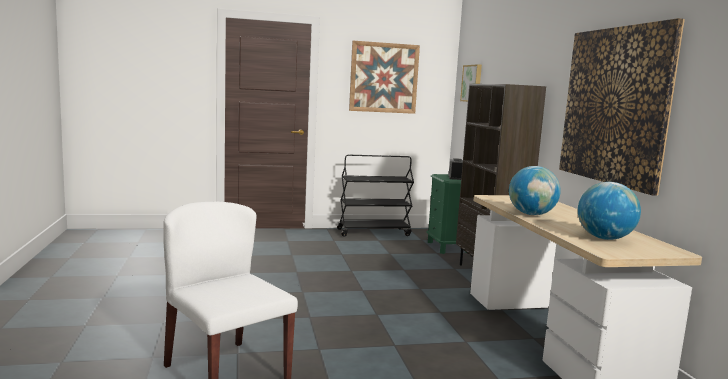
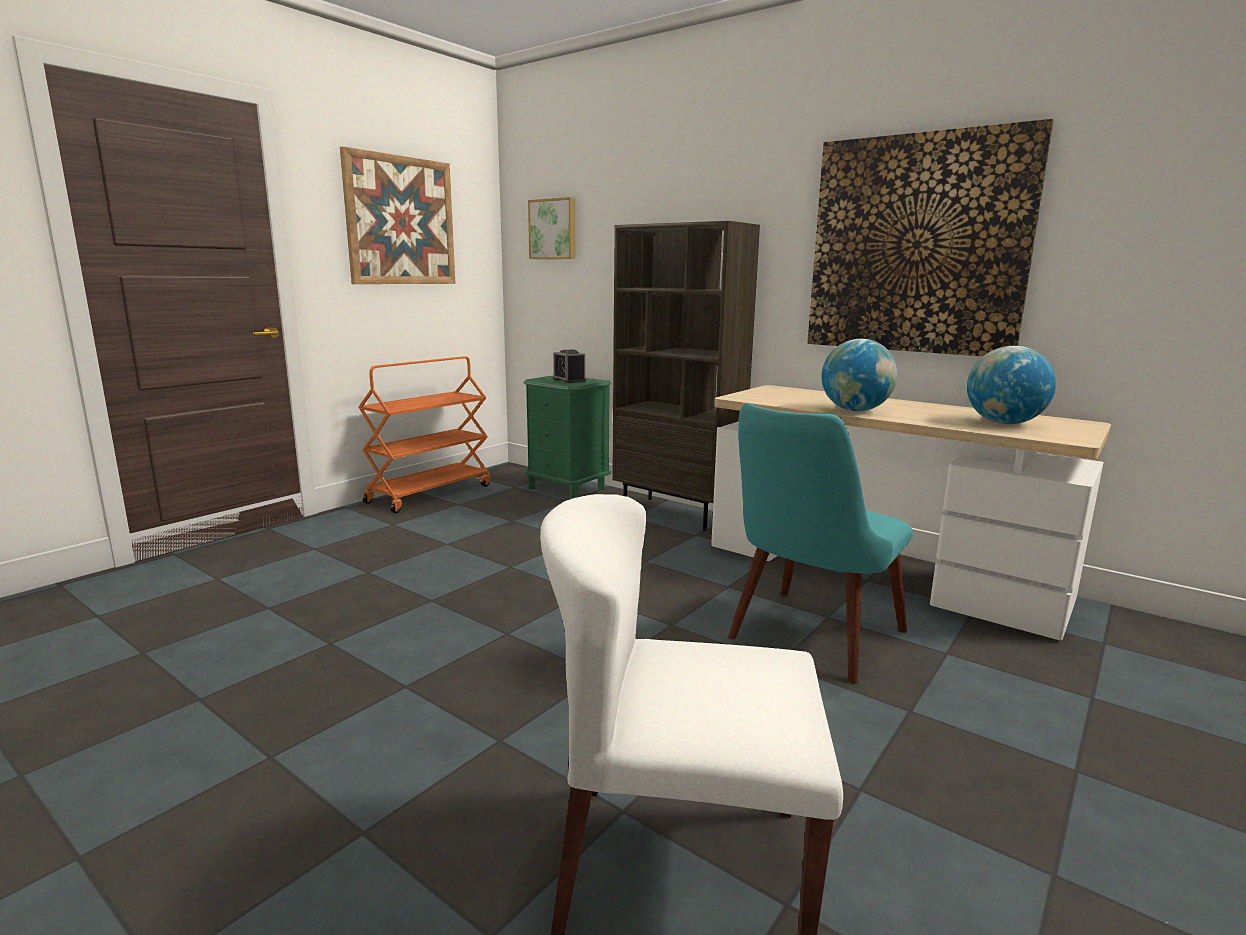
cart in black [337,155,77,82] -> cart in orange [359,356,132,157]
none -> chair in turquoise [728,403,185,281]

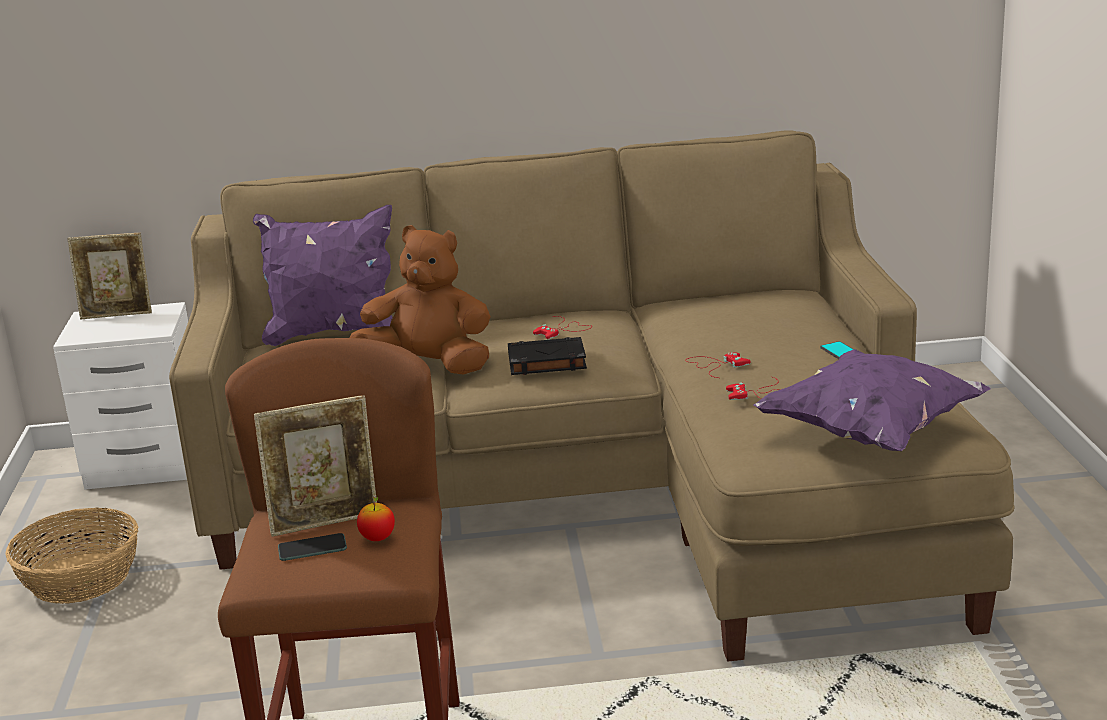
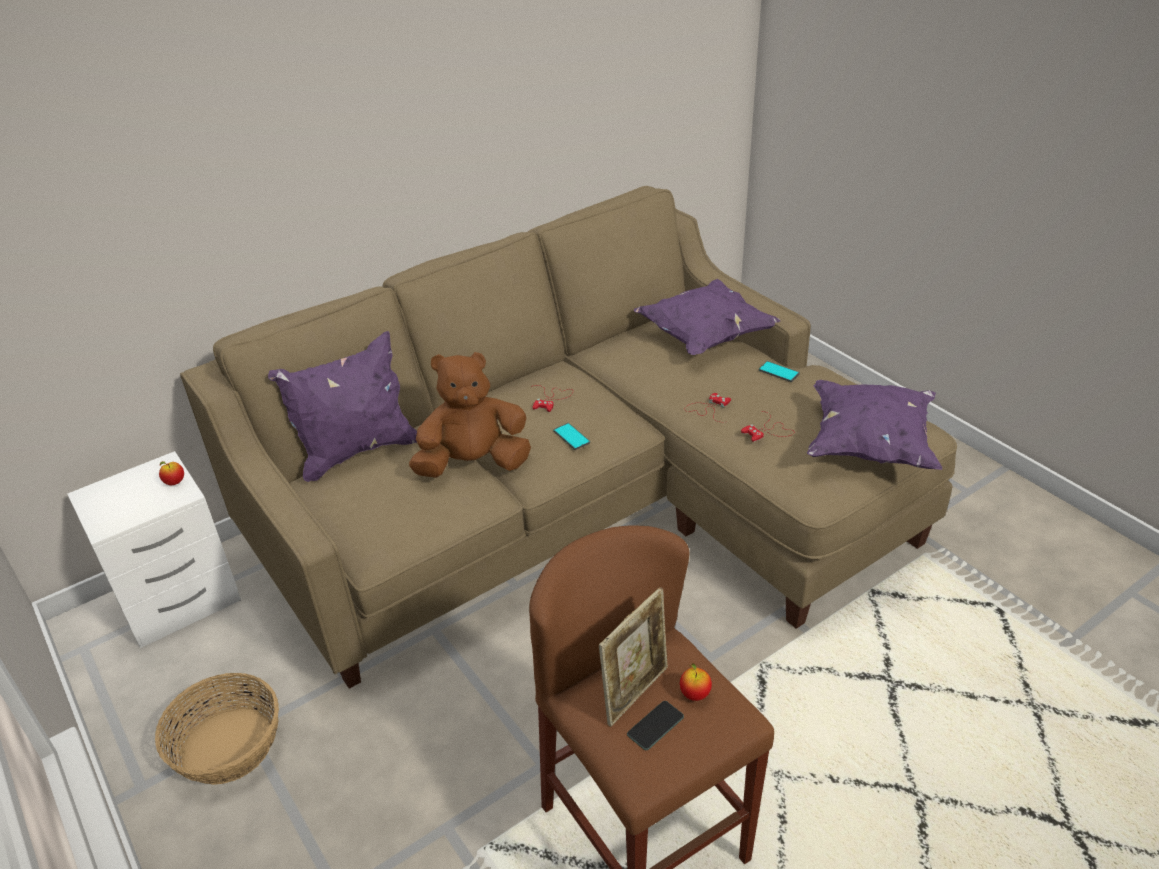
none -> apple [159,461,25,24]
book in black [508,337,79,38] -> phone [553,423,37,27]
none -> pillow in purple [634,279,147,76]
picture frame [67,233,85,87] -> none

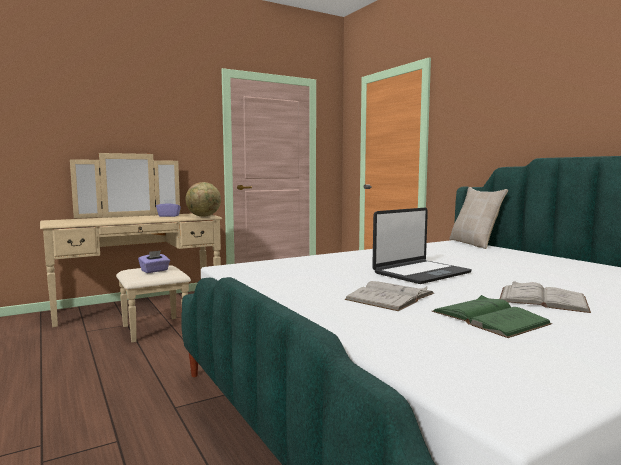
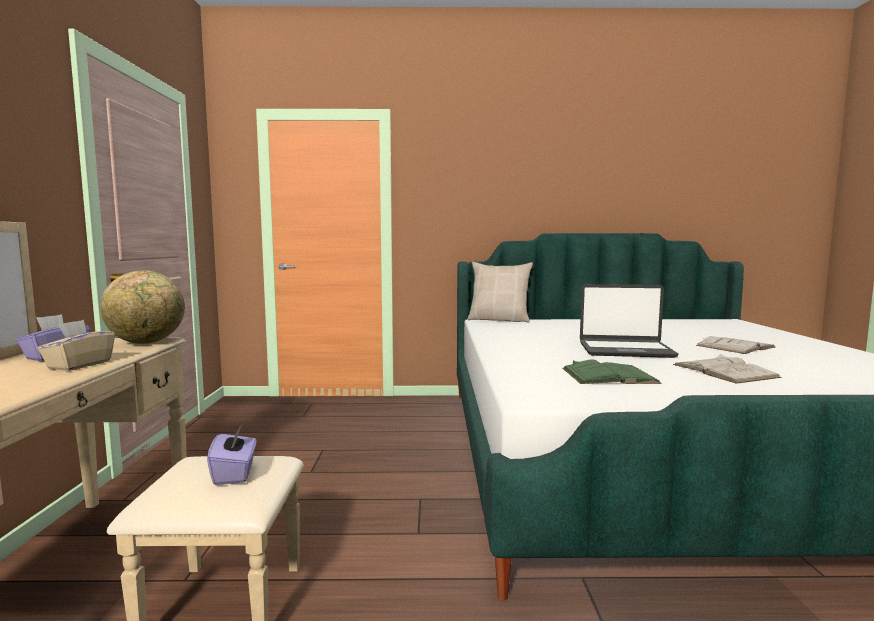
none -> tissue box in beige [38,320,77,51]
book in green [432,295,120,43] -> book in green [562,359,99,25], moved
laptop [372,208,100,76] -> laptop [580,284,99,74], 105 degrees clockwise

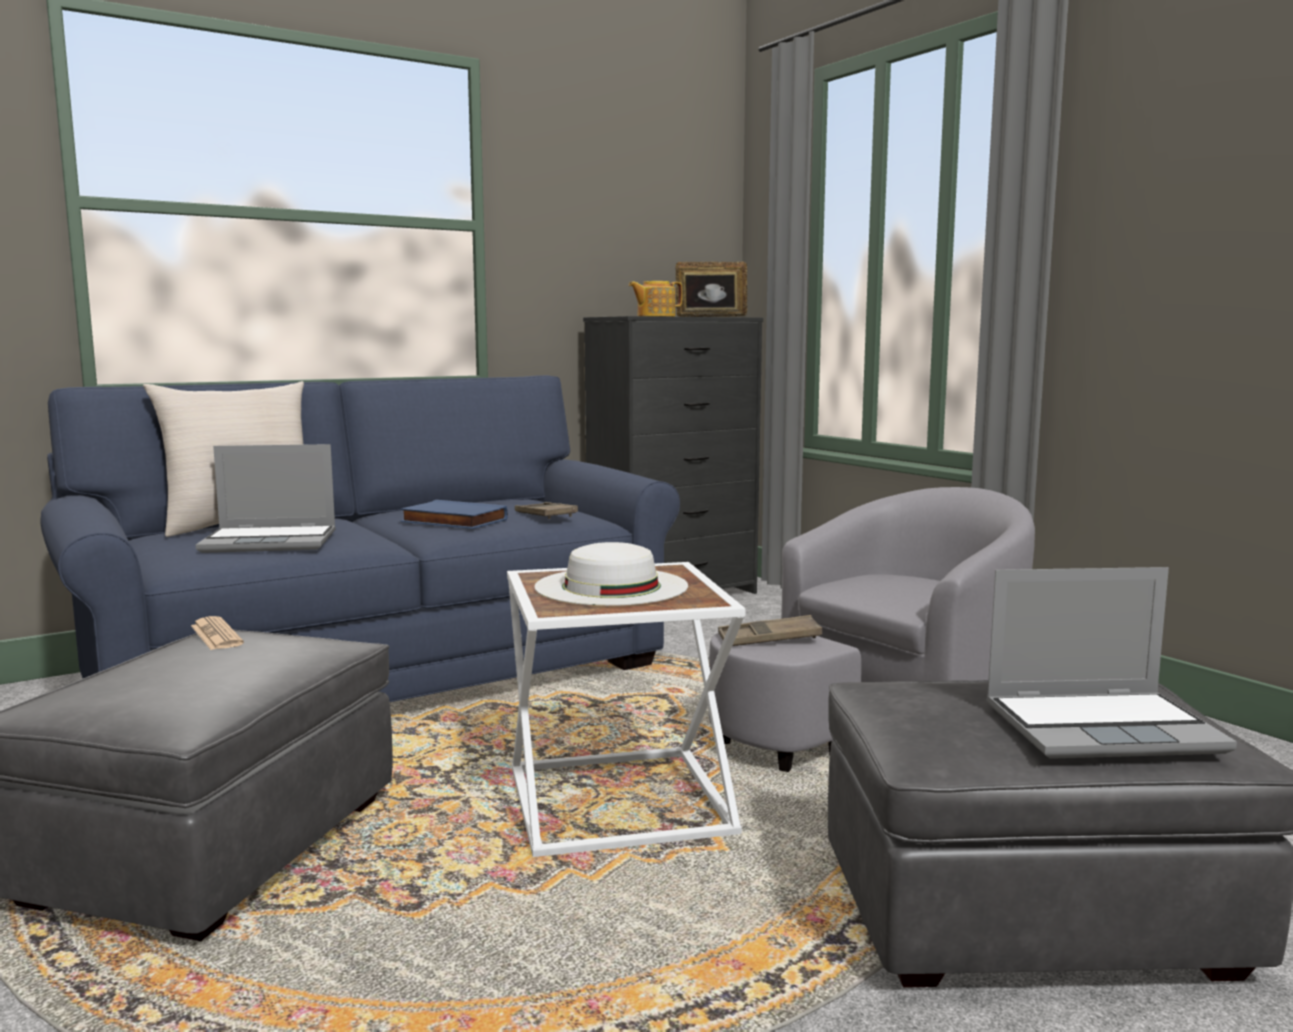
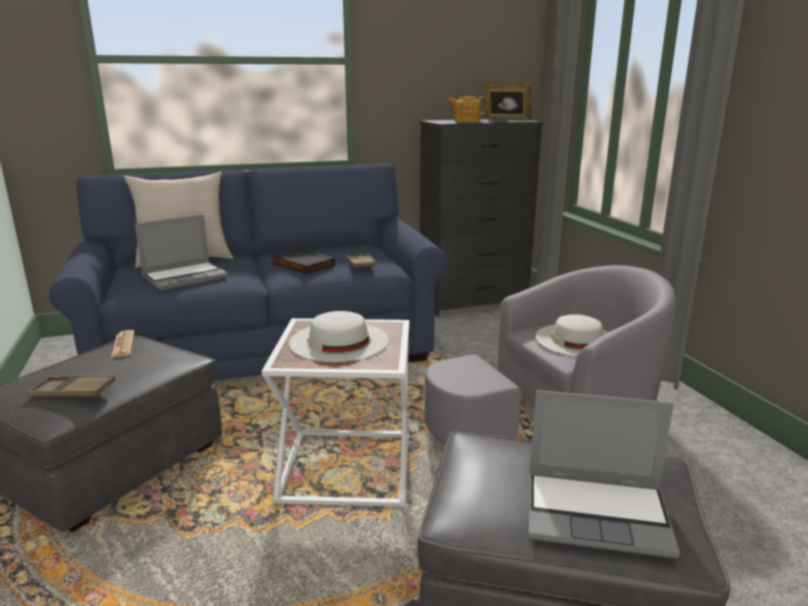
tray in brown [718,615,104,31] -> tray in brown [26,375,90,22], moved
laptop [196,444,140,109] -> laptop [135,215,93,75], 45 degrees counterclockwise
book in blue [400,500,108,29] -> book in black [271,248,64,26]
none -> hat in white [535,314,73,42]

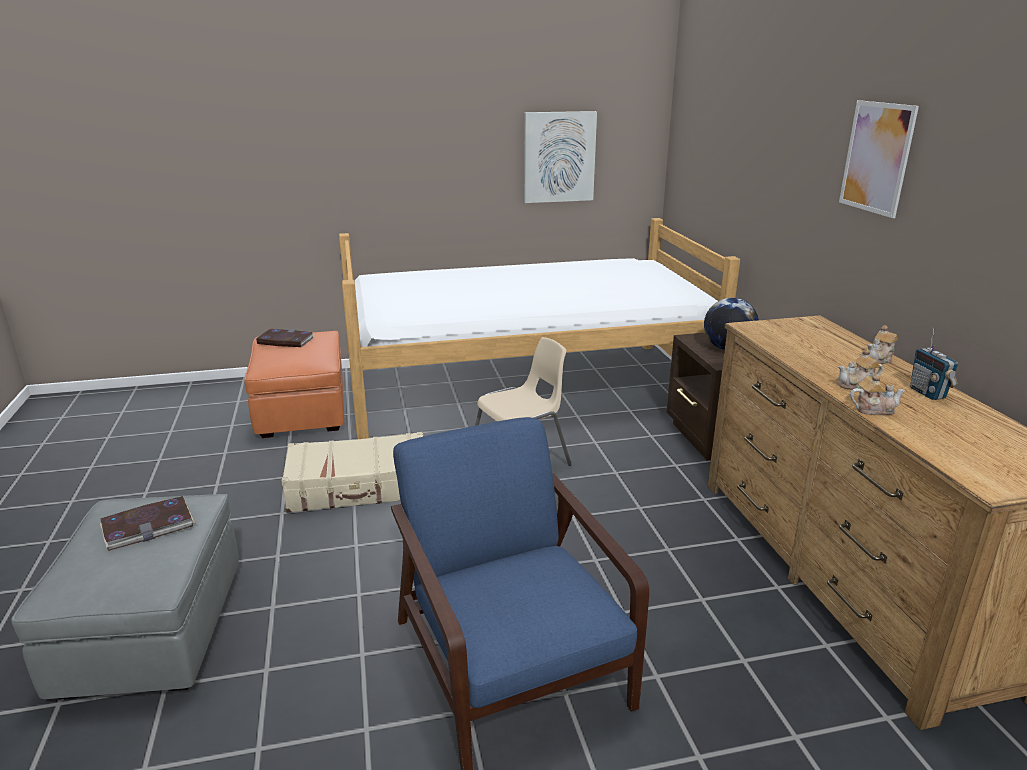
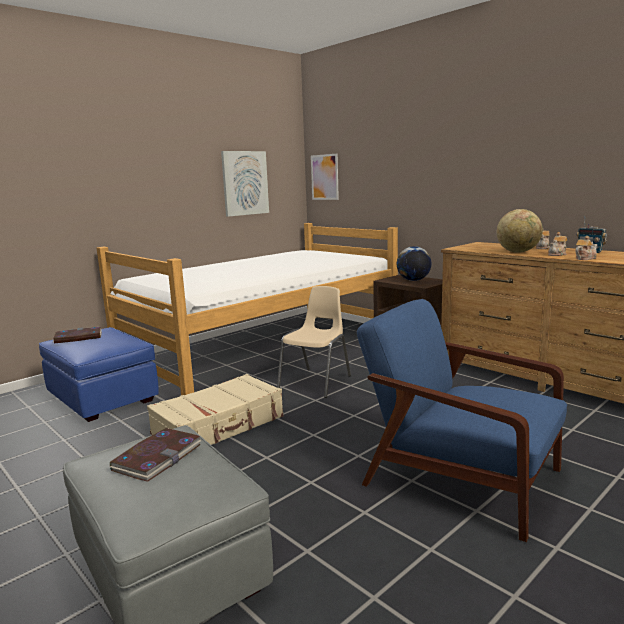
ottoman in orange [244,331,100,107] -> ottoman in blue [39,327,120,95]
picture [839,100,80,118] -> picture [311,154,28,46], moved
none -> globe [497,209,46,44]

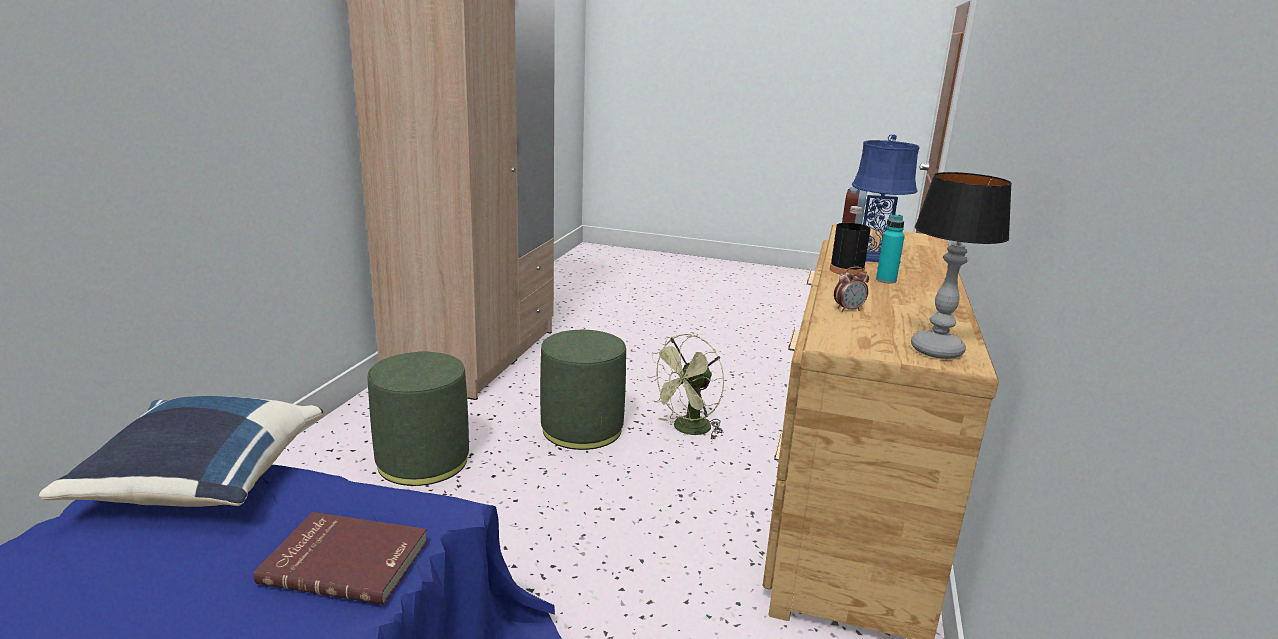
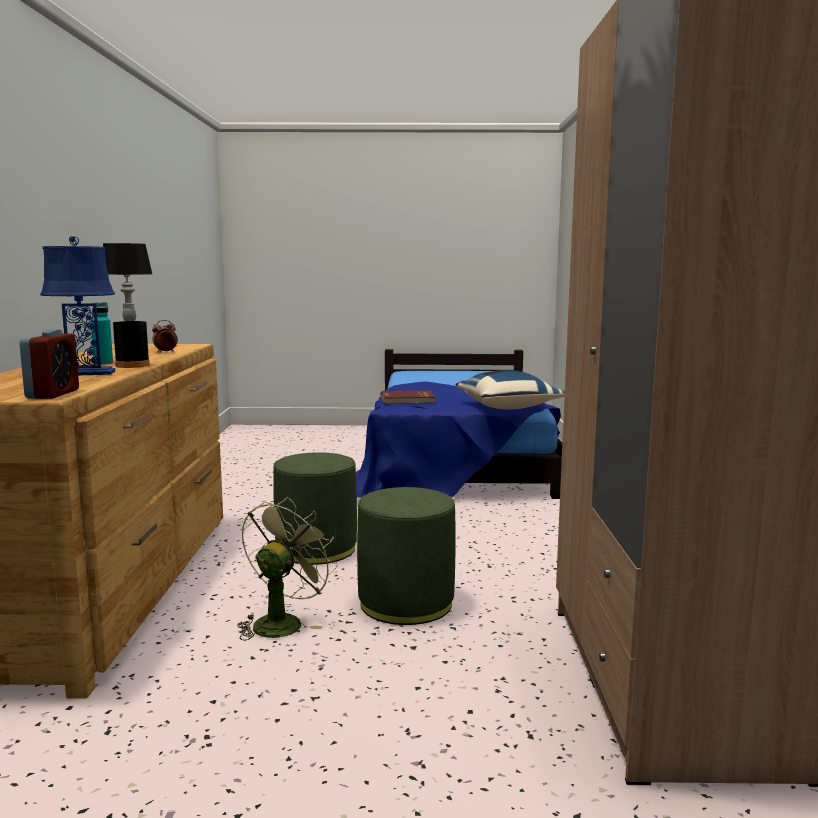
ottoman in green [368,352,101,134] -> ottoman in green [273,452,84,113], moved

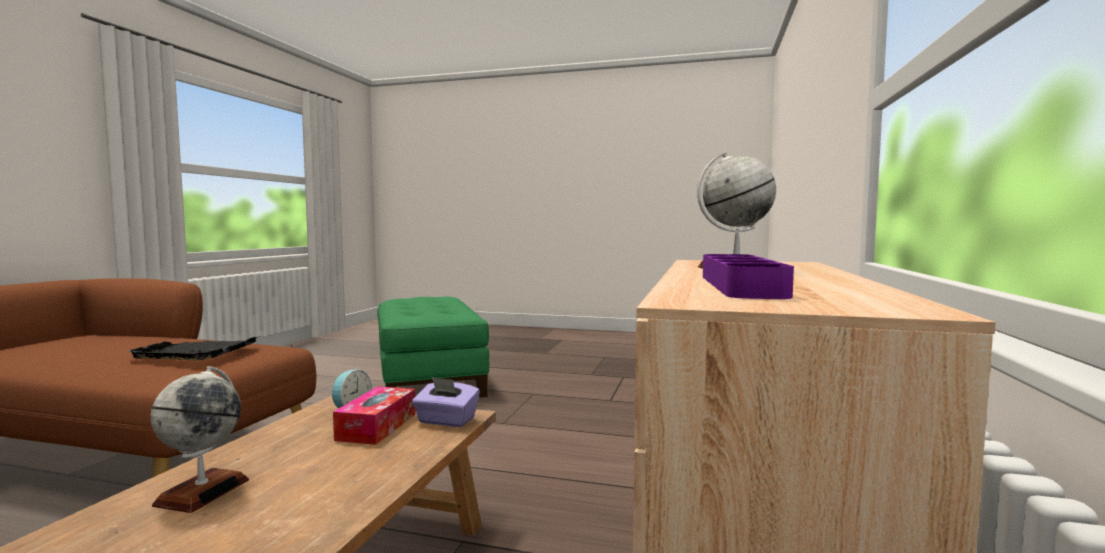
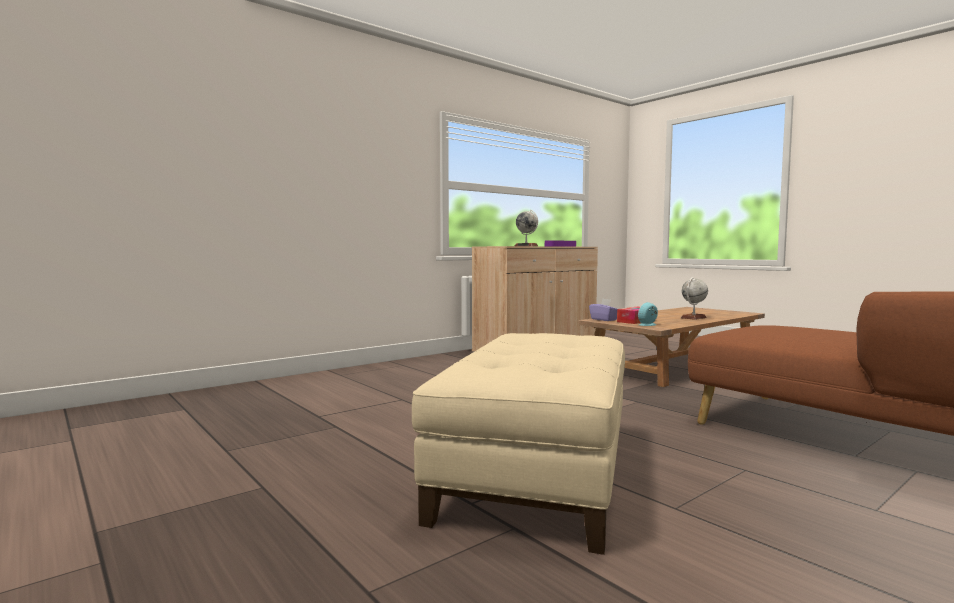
ottoman in green [377,296,112,102] -> ottoman in beige [412,333,213,222]
tray in black [128,336,133,24] -> none

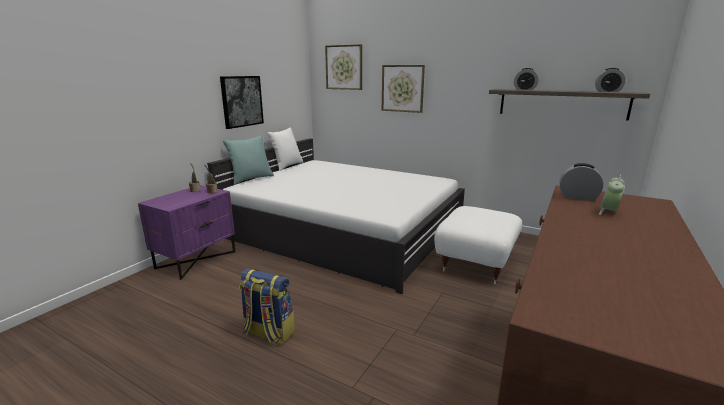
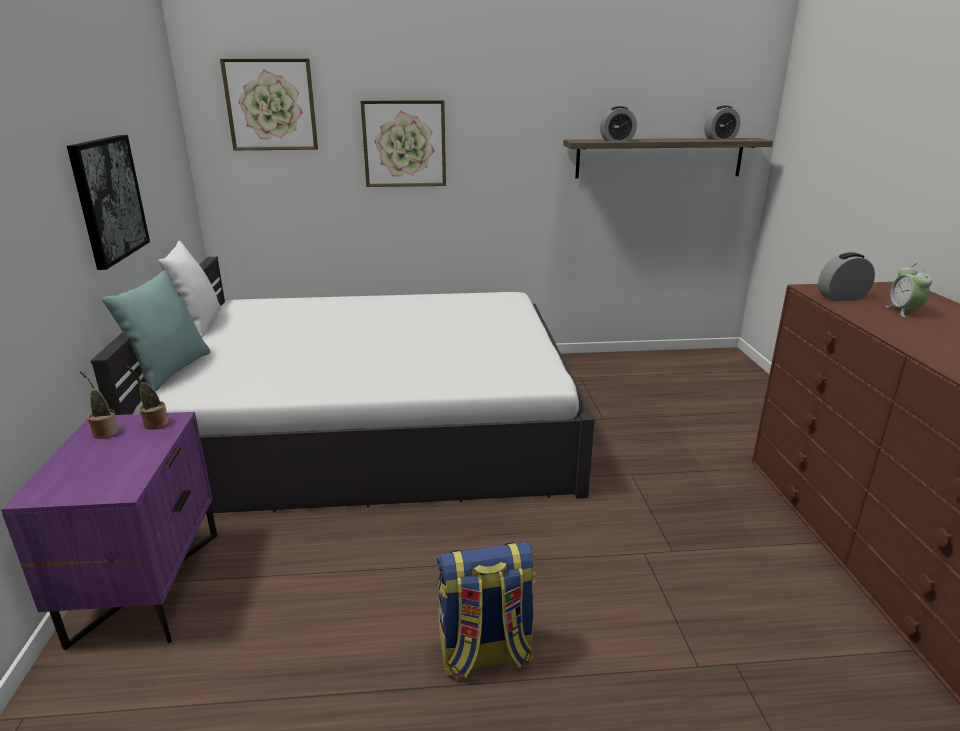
ottoman in white [434,206,88,79] -> none

